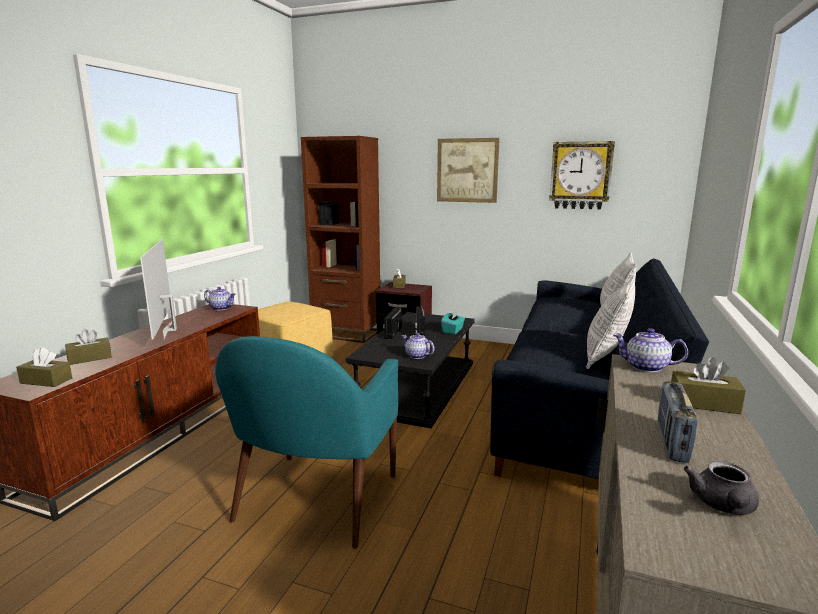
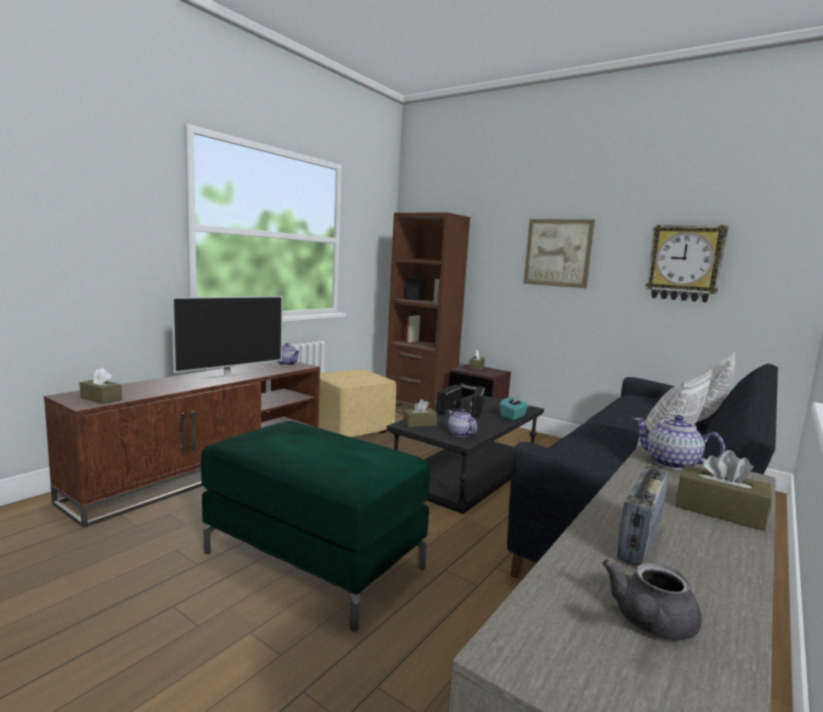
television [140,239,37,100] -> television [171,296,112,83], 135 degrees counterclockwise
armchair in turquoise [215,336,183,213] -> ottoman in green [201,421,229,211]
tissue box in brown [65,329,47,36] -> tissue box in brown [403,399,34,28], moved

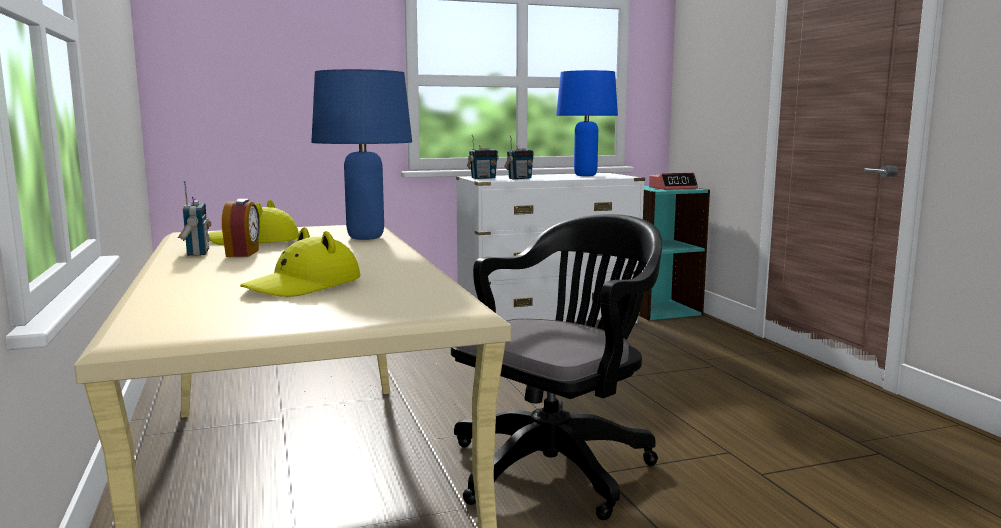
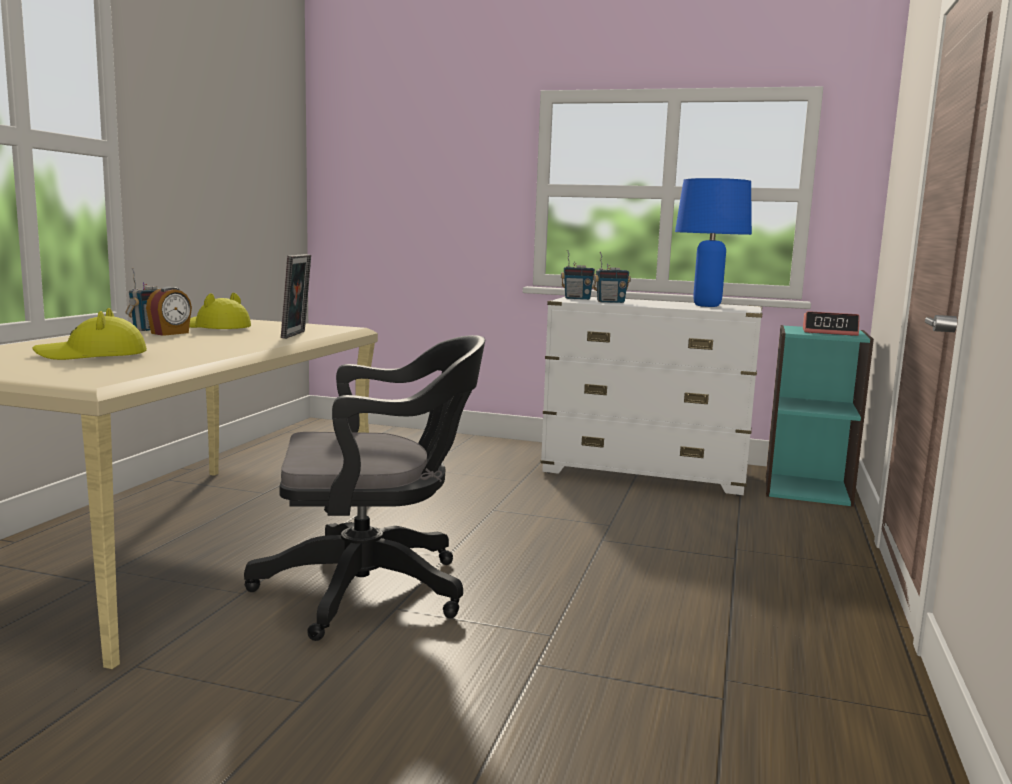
table lamp in blue [311,69,101,171] -> picture frame [281,254,30,85]

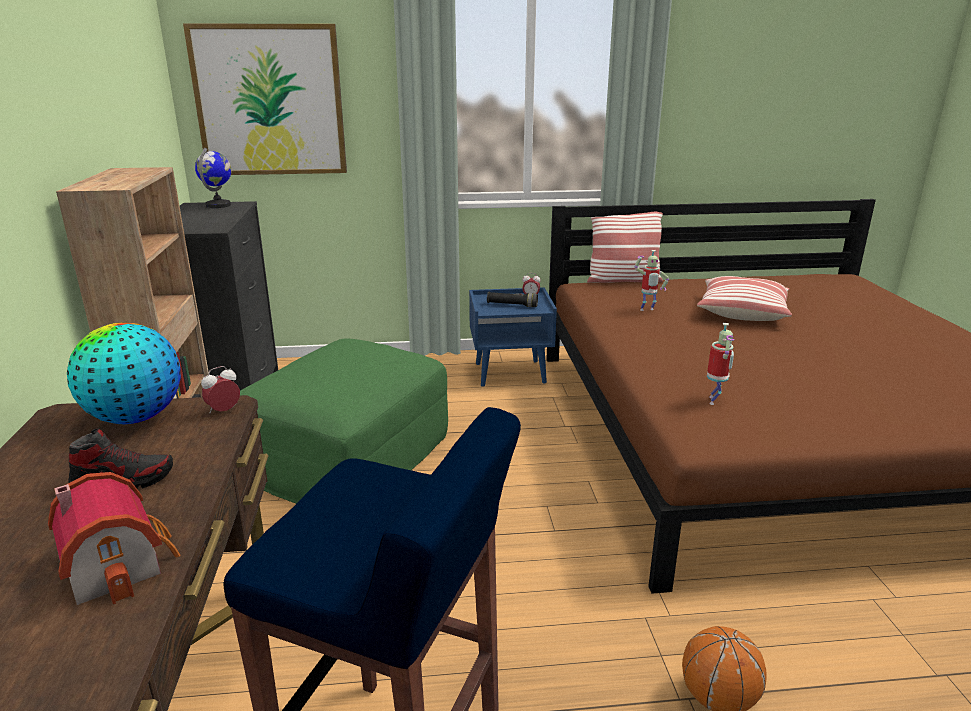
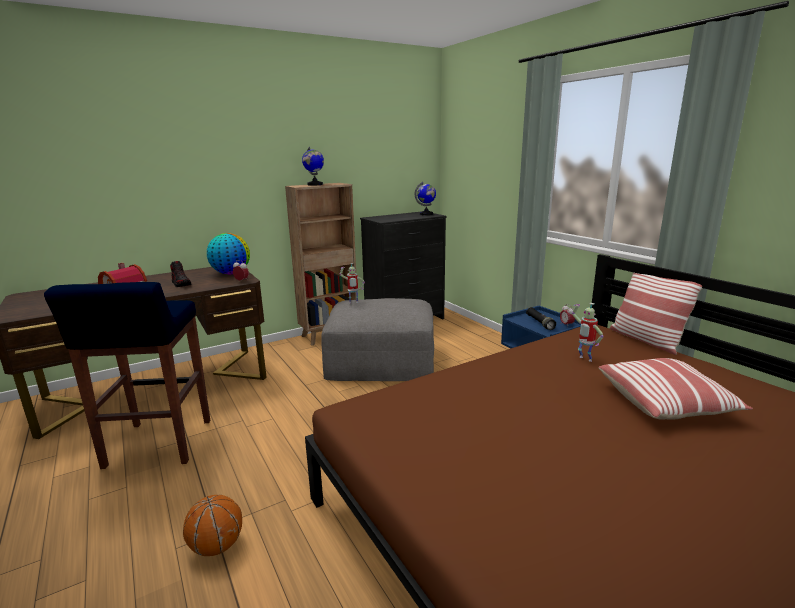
none -> globe [302,147,22,38]
ottoman in green [240,339,208,165] -> ottoman in grey [321,298,113,83]
toy robot [707,323,28,82] -> toy robot [340,263,25,40], moved
picture [183,23,164,152] -> none

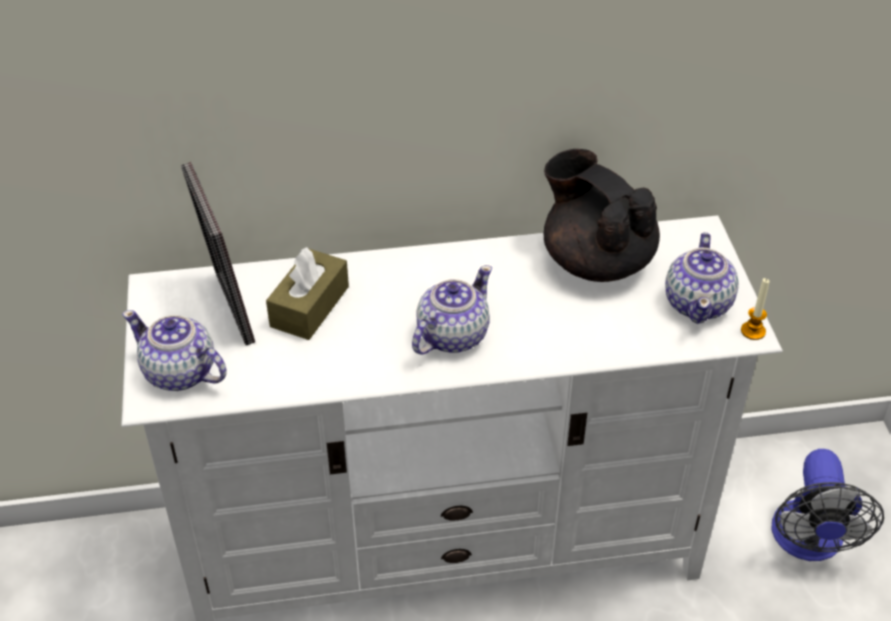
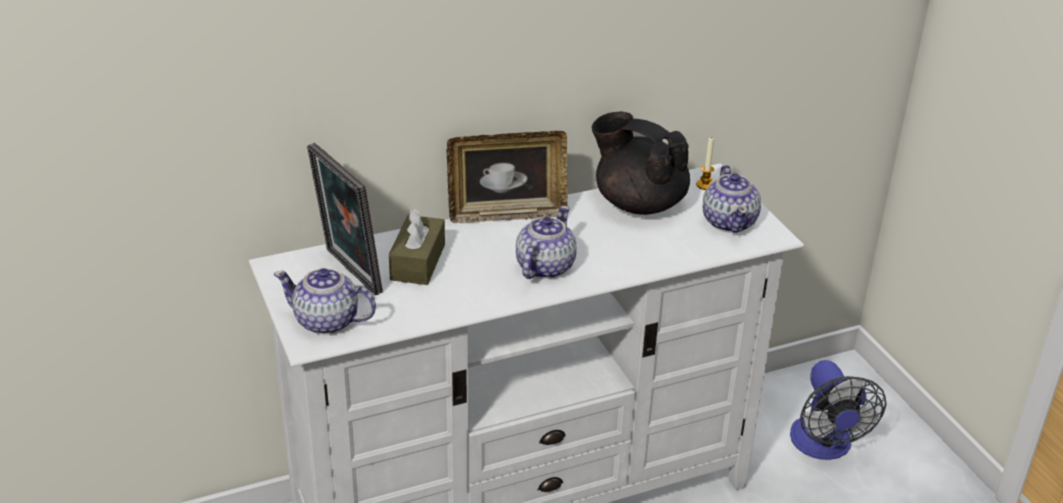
none -> picture frame [447,131,121,92]
candle [741,278,28,62] -> candle [696,138,19,52], moved

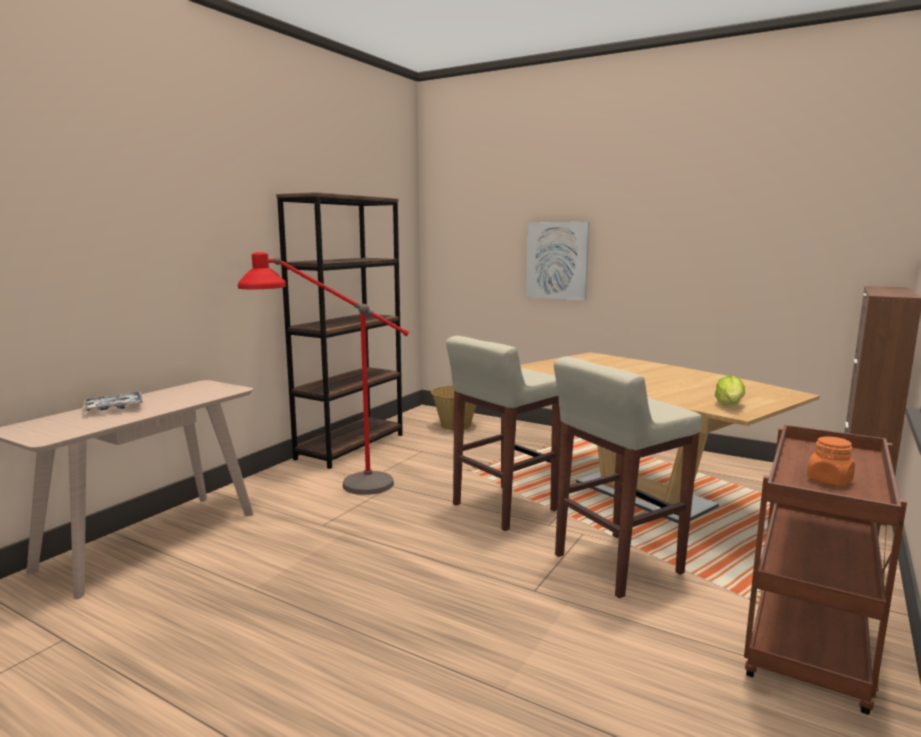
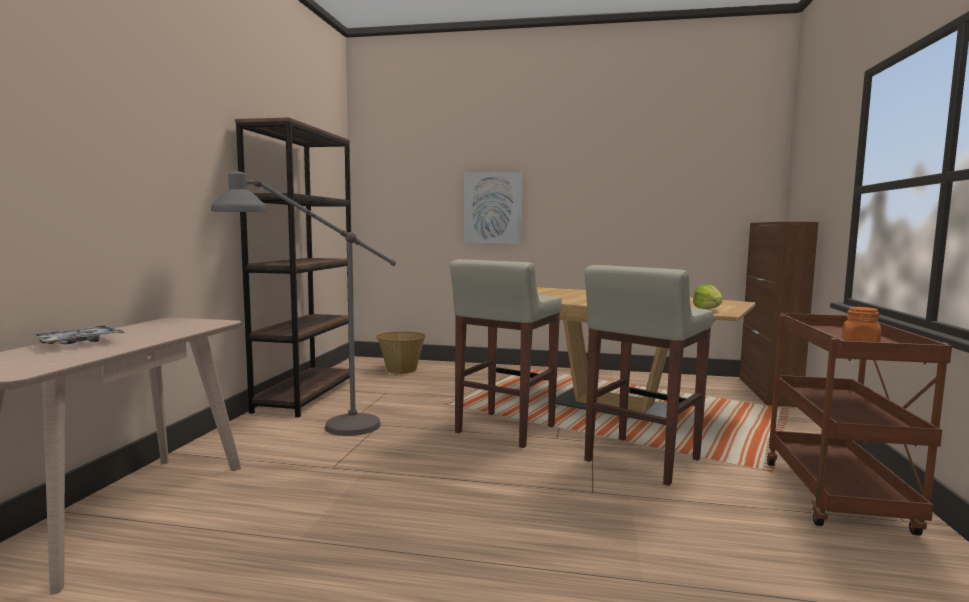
floor lamp in red [238,252,171,243] -> floor lamp in grey [211,172,186,264]

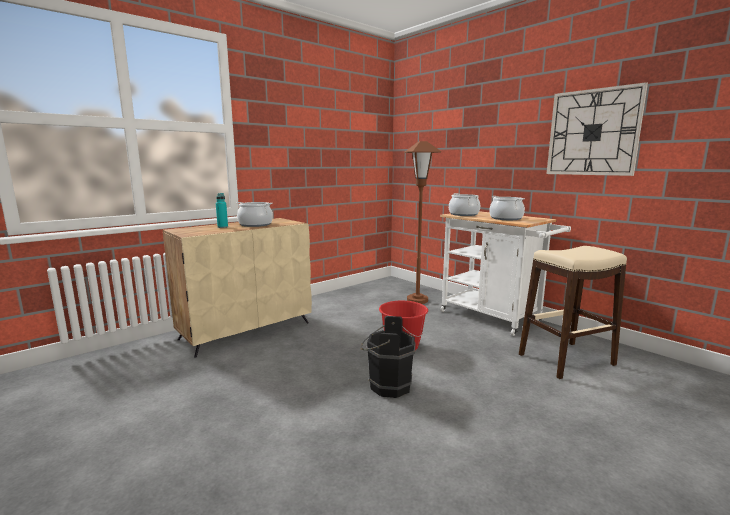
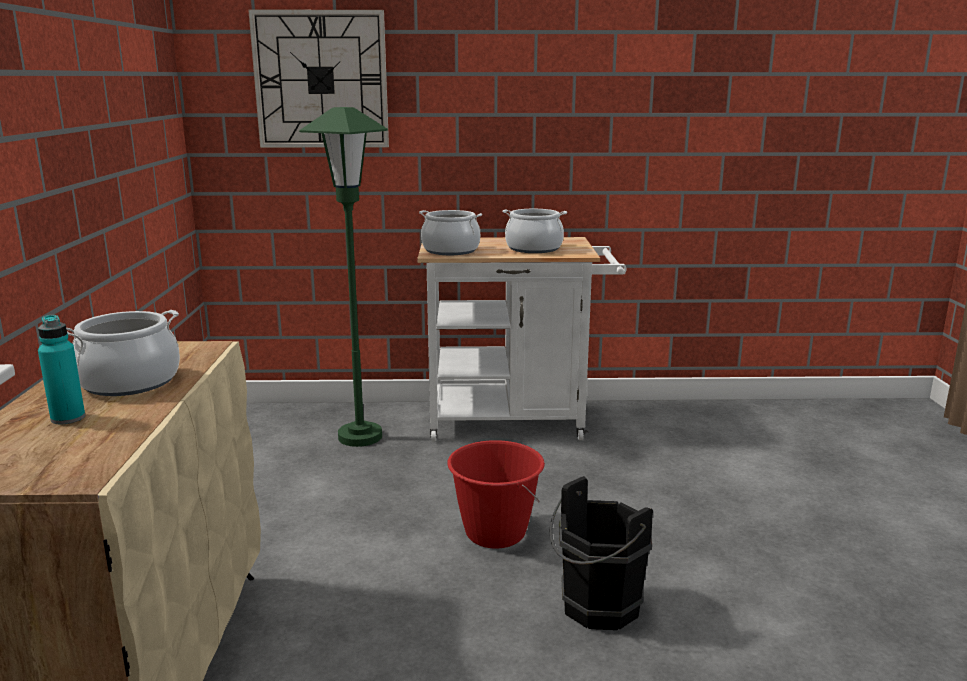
wall clock [547,82,101,94] -> wall clock [248,10,141,138], moved
floor lamp in brown [404,141,37,163] -> floor lamp in green [299,107,89,340]
stool in beige [519,246,108,133] -> none

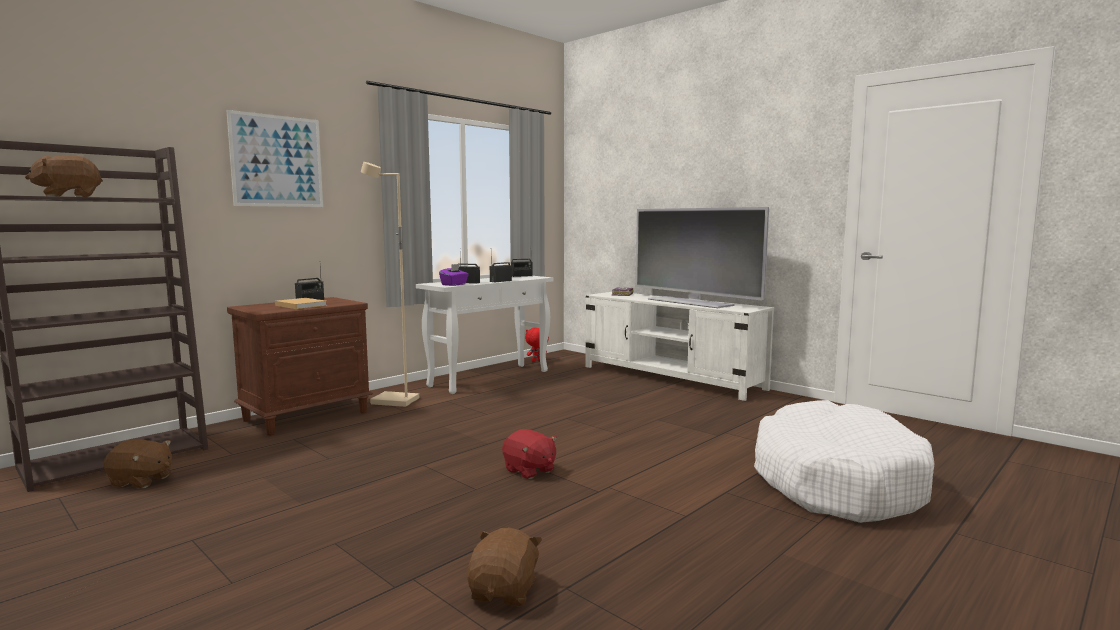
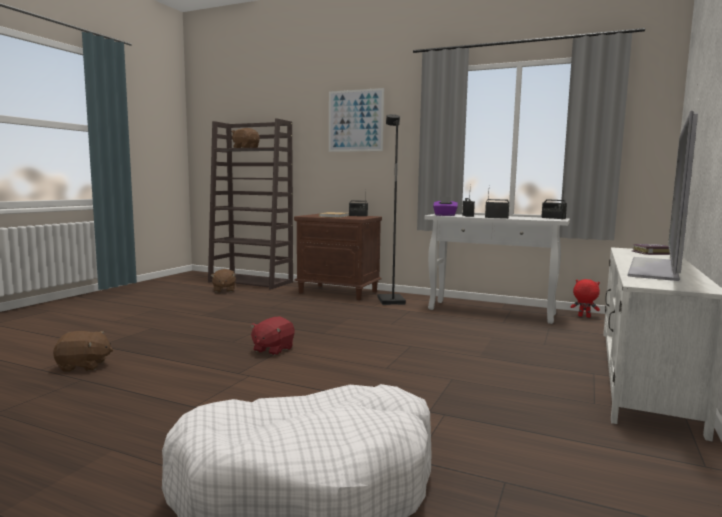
floor lamp in beige [361,162,58,245] -> floor lamp in black [377,114,29,191]

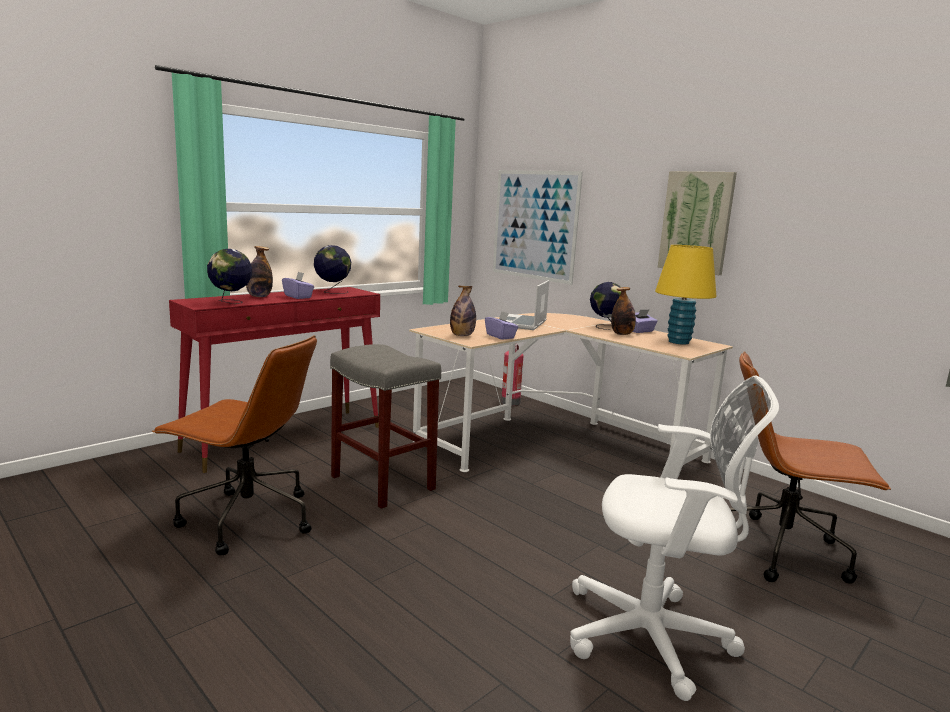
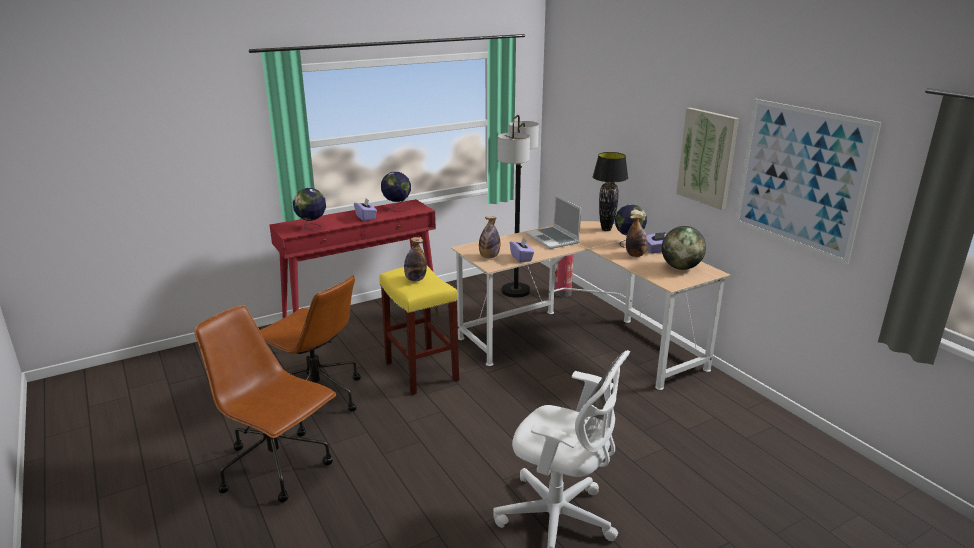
office chair in brown [730,351,161,233] -> office chair in brown [194,305,142,198], moved
stool in grey [330,344,111,165] -> stool in yellow [379,266,80,129]
bottle [246,246,27,51] -> bottle [404,237,23,44], moved
none -> floor lamp [497,115,42,183]
laptop [506,280,43,50] -> laptop [526,195,55,54], 60 degrees counterclockwise
none -> table lamp in black [593,152,35,79]
table lamp in yellow [655,245,62,100] -> globe [662,226,44,44]
picture [493,170,90,115] -> picture [735,99,147,166], moved

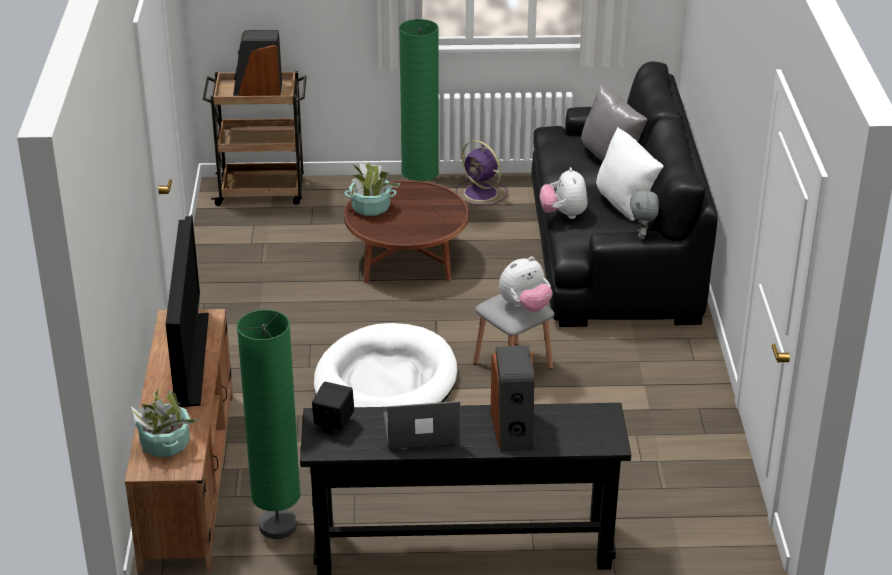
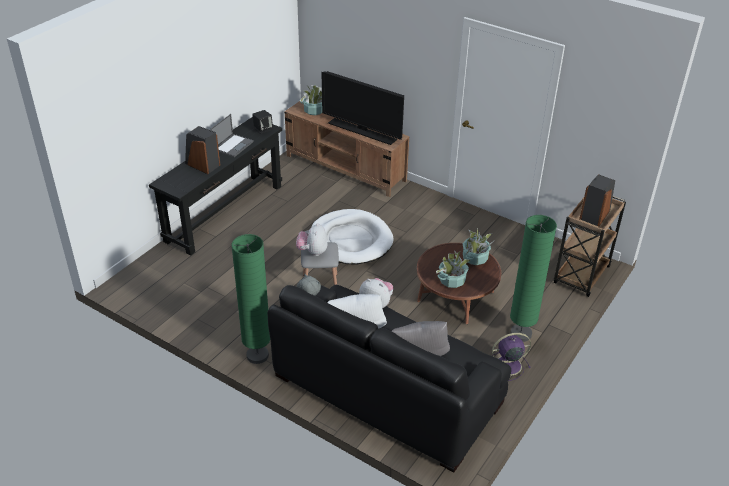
floor lamp in green [237,310,64,229] -> floor lamp in green [231,234,39,130], moved
none -> potted plant [436,250,34,38]

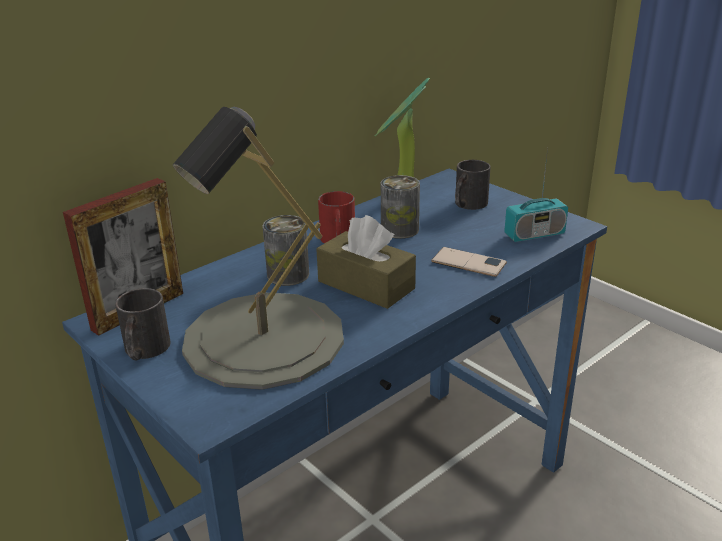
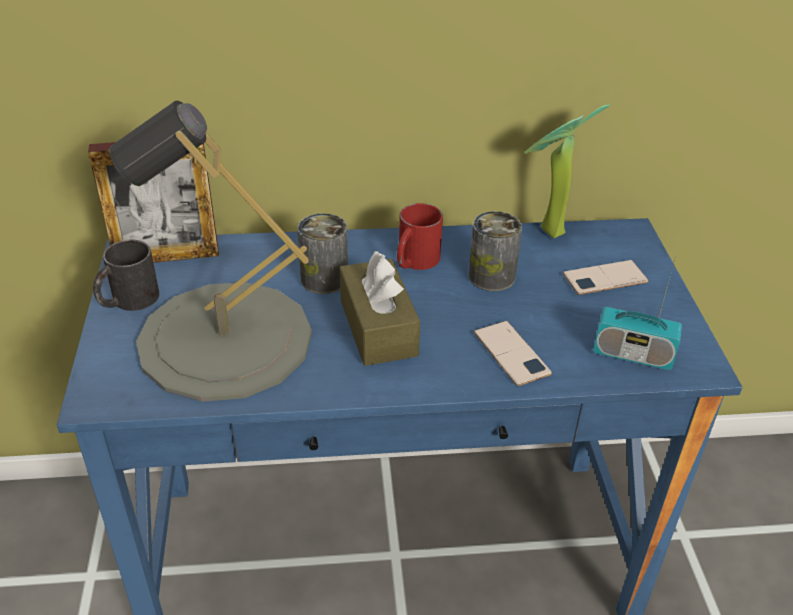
mug in black [455,160,36,50] -> phone [563,260,86,35]

